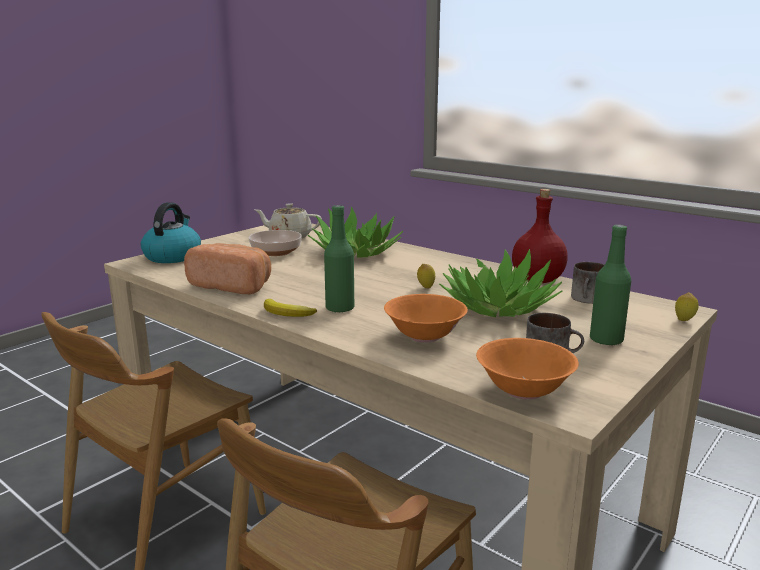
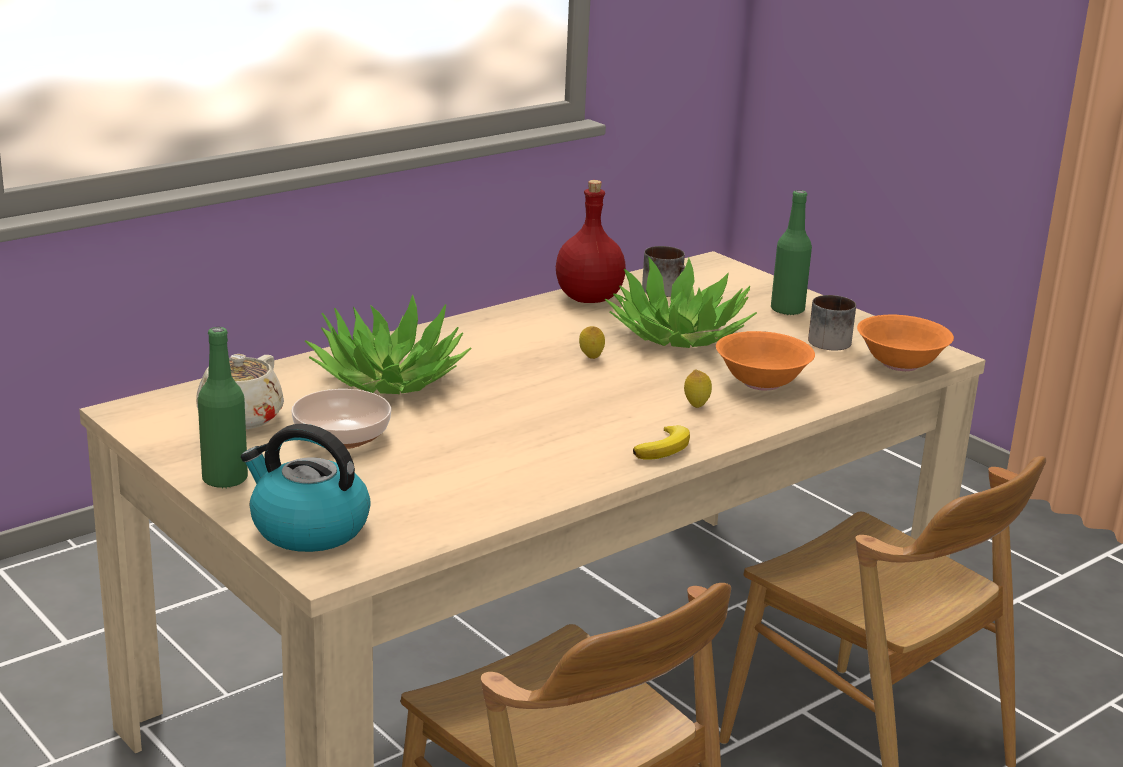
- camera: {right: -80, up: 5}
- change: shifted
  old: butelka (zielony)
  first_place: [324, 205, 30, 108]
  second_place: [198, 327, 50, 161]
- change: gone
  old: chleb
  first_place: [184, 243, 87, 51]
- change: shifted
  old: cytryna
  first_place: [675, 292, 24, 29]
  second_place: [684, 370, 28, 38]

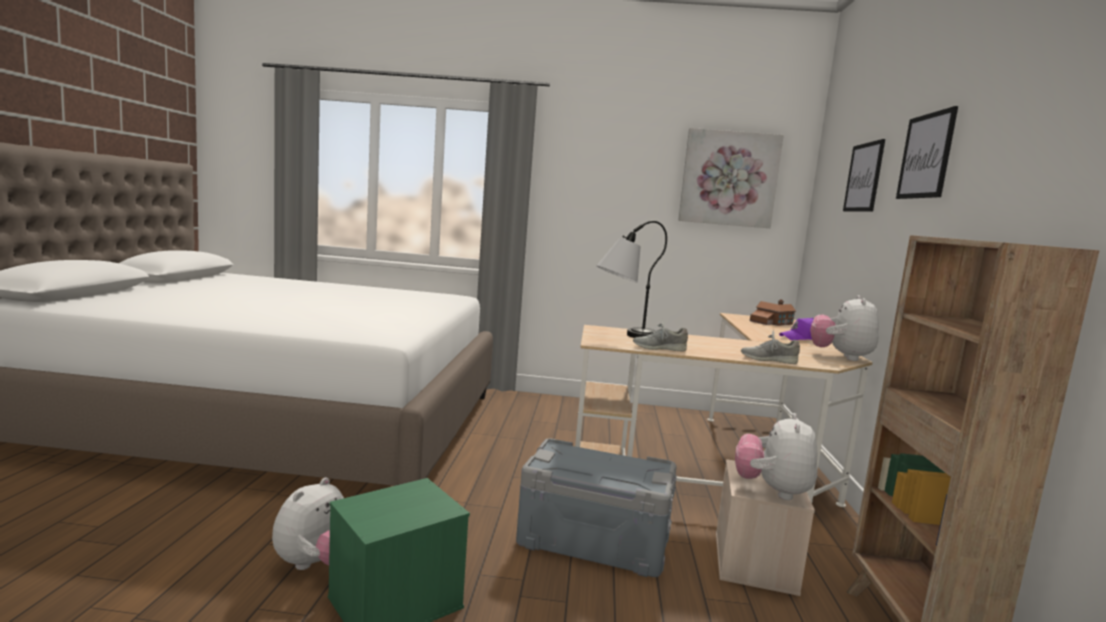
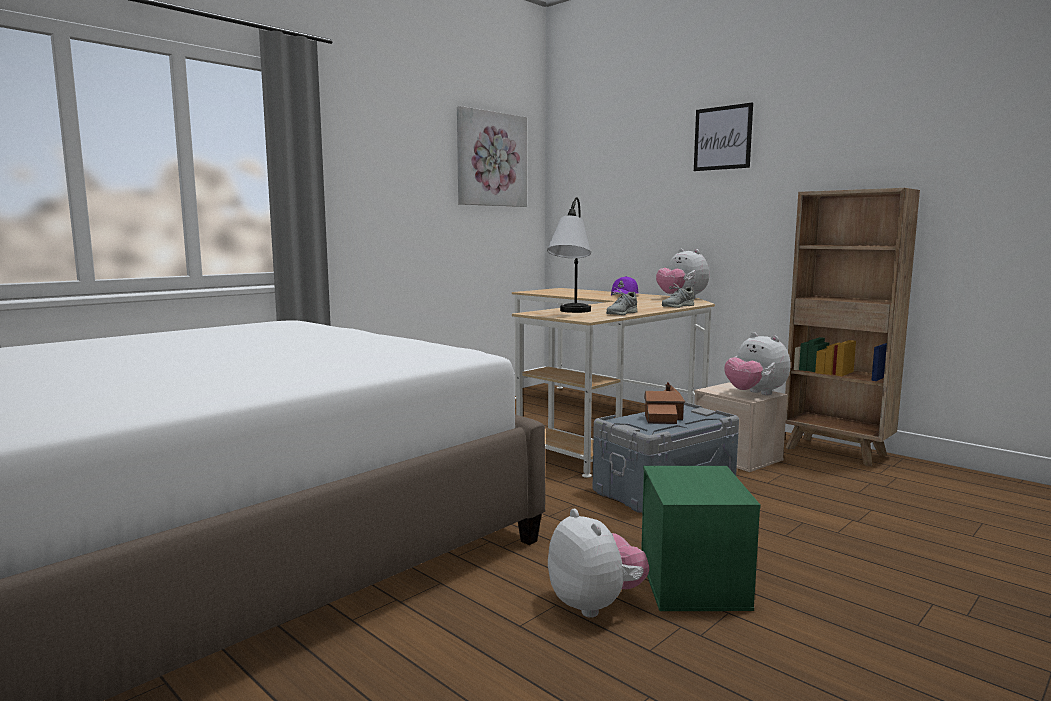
- camera: {right: -50, up: 0}
- change: gone
  old: obraz
  first_place: [843, 139, 42, 72]
- change: shifted
  old: domek
  first_place: [750, 299, 46, 27]
  second_place: [644, 382, 41, 42]

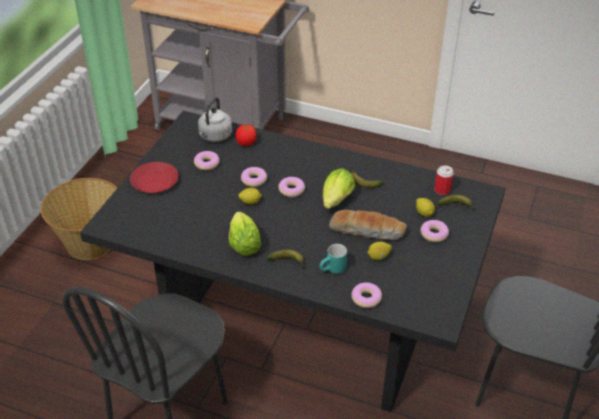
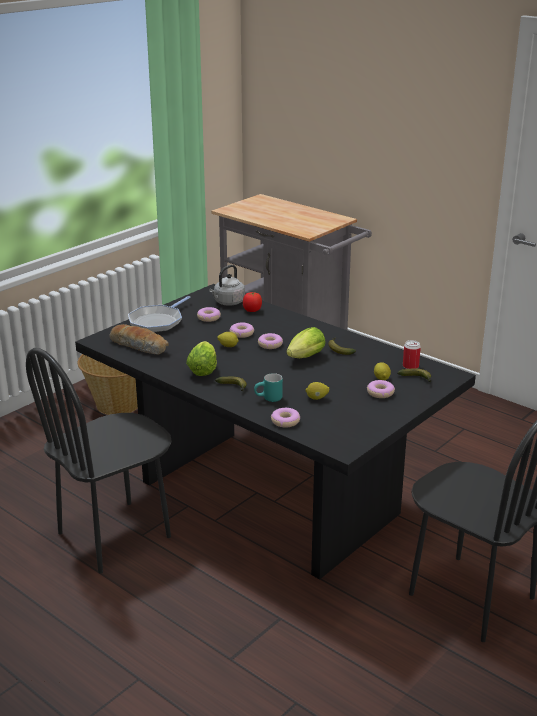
- camera: {right: 20, up: -15}
- change: swapped
  old: talerz (czerwony)
  new: patelnia
  first_place: [130, 162, 49, 31]
  second_place: [128, 296, 62, 36]
- change: shifted
  old: chleb
  first_place: [329, 210, 78, 30]
  second_place: [109, 324, 60, 30]

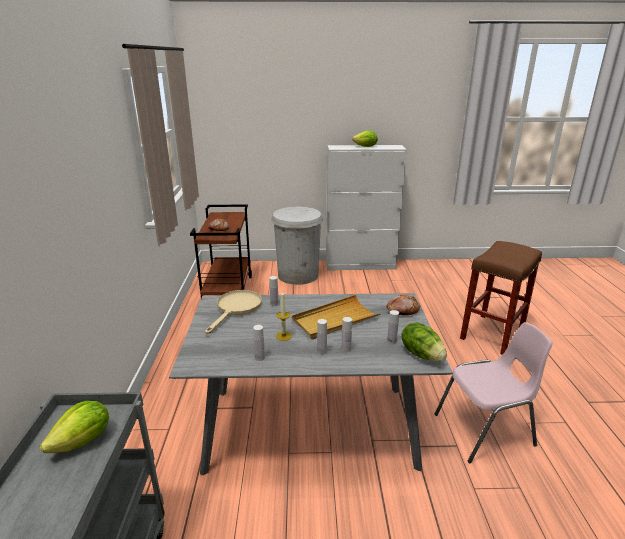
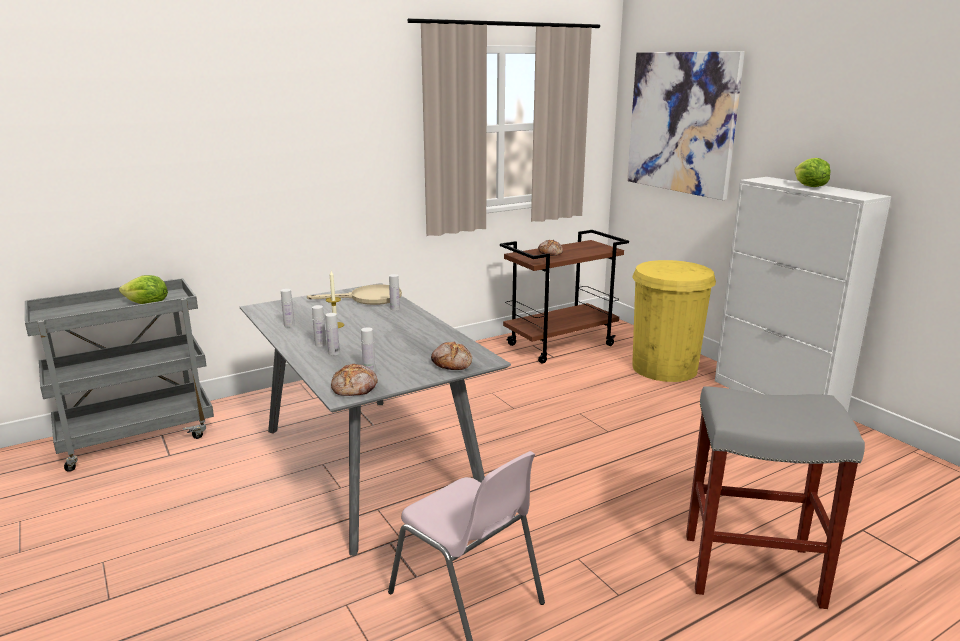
- camera: {right: 60, up: -5}
- change: repainted
  old: kosz na śmieci (biały)
  new: kosz na śmieci (żółty)
  first_place: [272, 207, 51, 78]
  second_place: [632, 260, 84, 122]
- change: repainted
  old: stołek (brązowy)
  new: stołek (szary)
  first_place: [460, 241, 82, 114]
  second_place: [686, 386, 179, 223]
- change: gone
  old: taca (beżowy)
  first_place: [292, 295, 89, 45]
- change: swapped
  old: sałata
  new: chleb
  first_place: [401, 322, 46, 40]
  second_place: [331, 364, 47, 32]
- change: new
  new: obraz
  second_place: [627, 51, 118, 149]

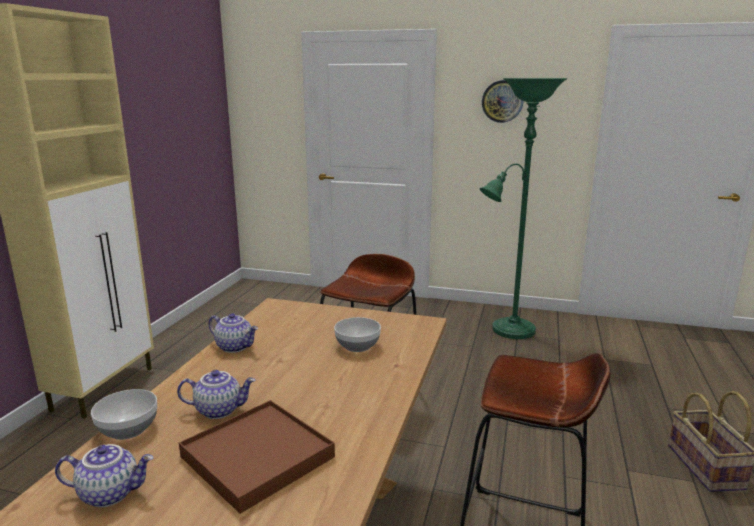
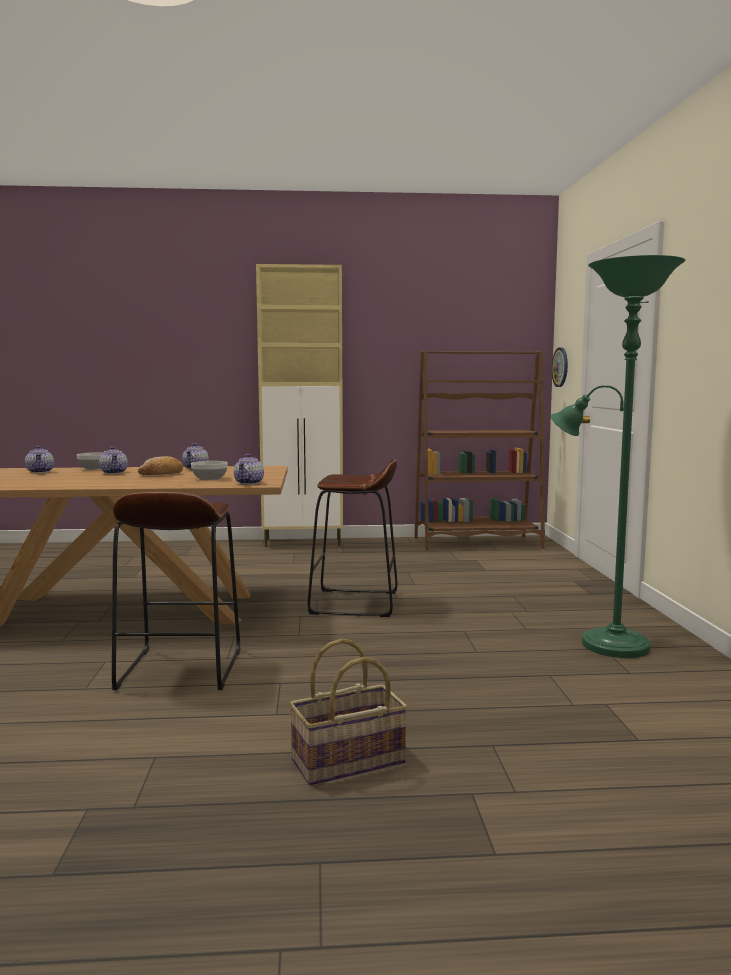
- camera: {right: 70, up: -10}
- change: shifted
  old: zegar ścienny
  first_place: [482, 80, 42, 43]
  second_place: [552, 347, 16, 40]
- change: gone
  old: taca (brązowy)
  first_place: [179, 400, 156, 114]
- change: new
  new: regał (brązowy)
  second_place: [414, 351, 131, 199]
- change: new
  new: imbryk
  second_place: [234, 454, 30, 31]
- change: new
  new: chleb
  second_place: [138, 456, 45, 19]

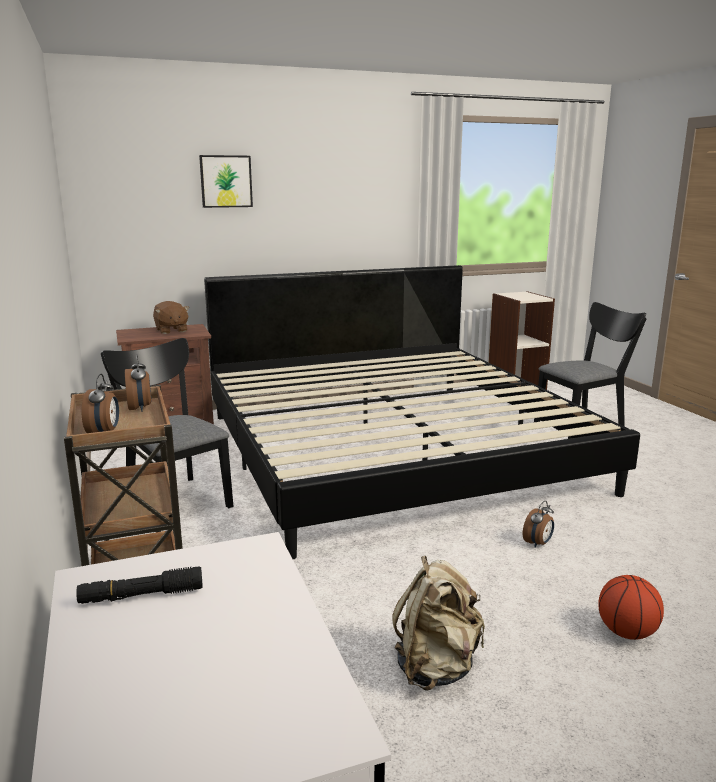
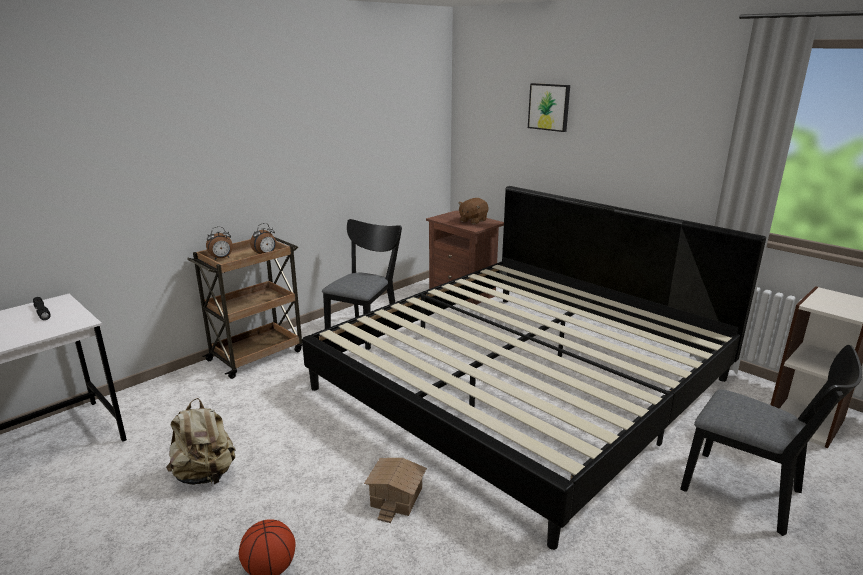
- camera: {right: 65, up: 5}
- change: swapped
  old: budzik
  new: domek
  first_place: [523, 501, 31, 47]
  second_place: [364, 458, 63, 65]

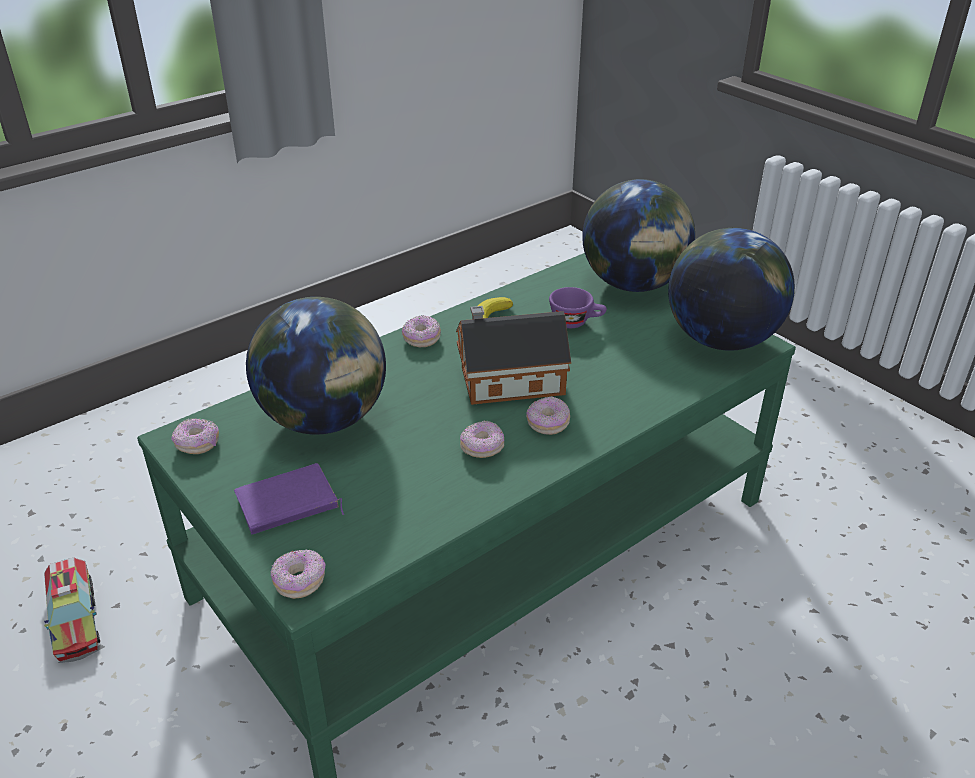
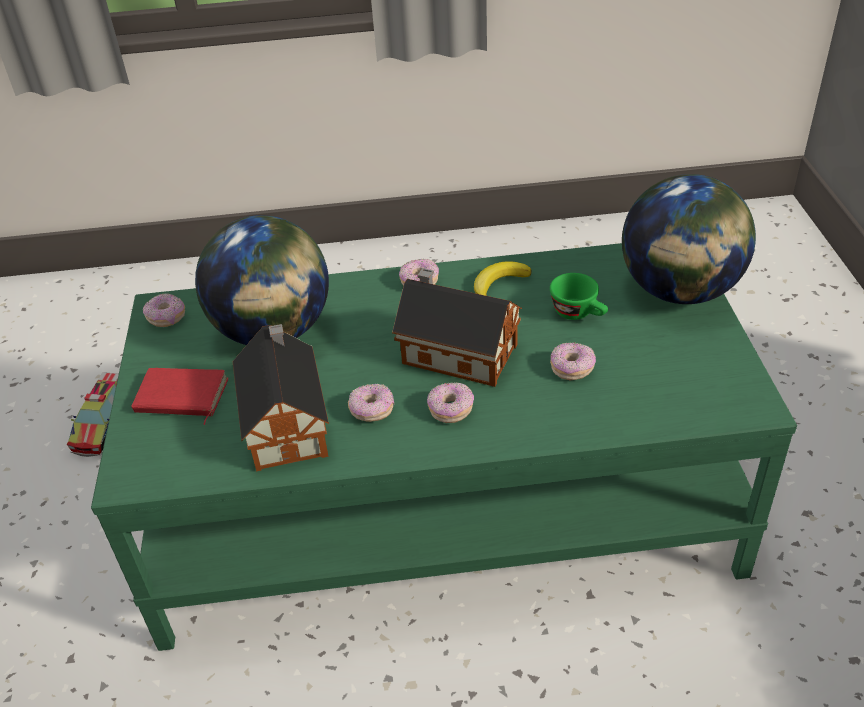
- camera: {right: 35, up: 5}
- change: gone
  old: globus
  first_place: [668, 228, 127, 123]
- change: repainted
  old: filiżanka (fioletowy)
  new: filiżanka (zielony)
  first_place: [549, 287, 58, 41]
  second_place: [550, 273, 58, 47]
- change: repainted
  old: książka (fioletowy)
  new: książka (czerwony)
  first_place: [234, 463, 110, 71]
  second_place: [132, 368, 96, 57]
- change: shifted
  old: donut
  first_place: [271, 549, 54, 50]
  second_place: [550, 342, 46, 38]
- change: new
  new: domek
  second_place: [233, 324, 96, 147]

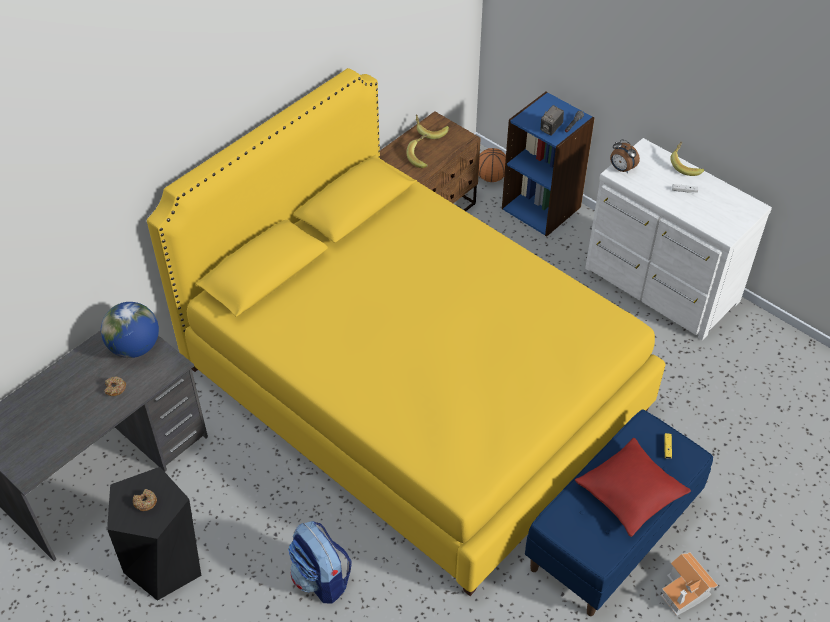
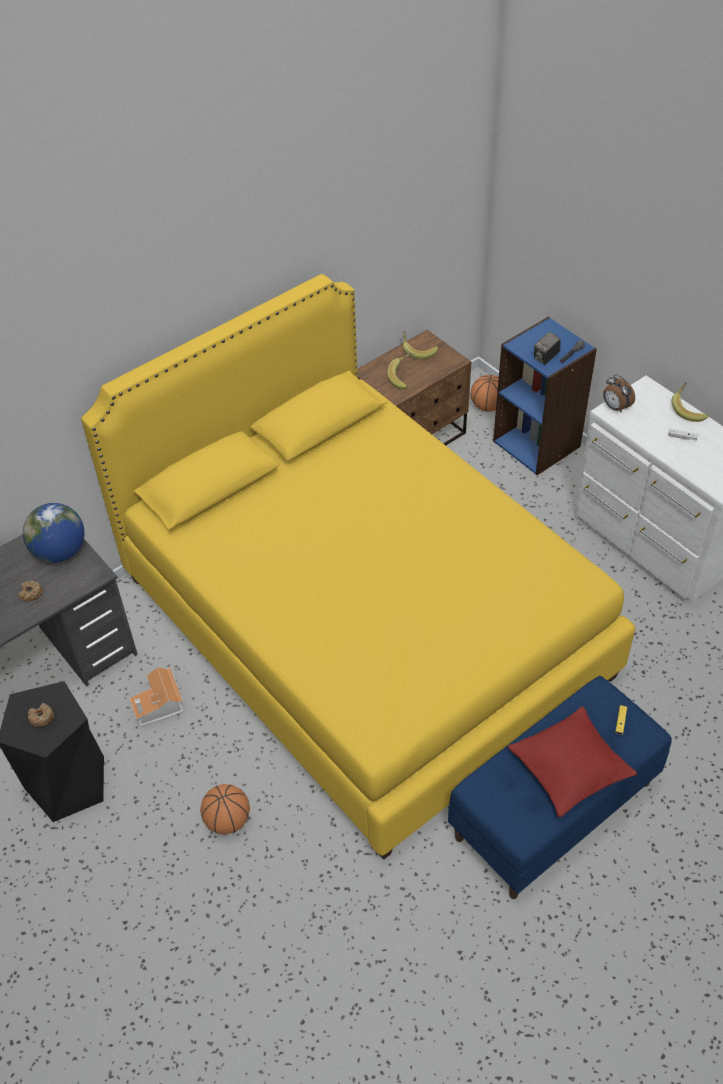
- camera: {right: 10, up: 0}
- change: swapped
  old: plecak
  new: piłka do koszykówki
  first_place: [288, 521, 64, 83]
  second_place: [200, 784, 50, 50]
- change: shifted
  old: domek
  first_place: [660, 552, 58, 64]
  second_place: [129, 667, 54, 60]

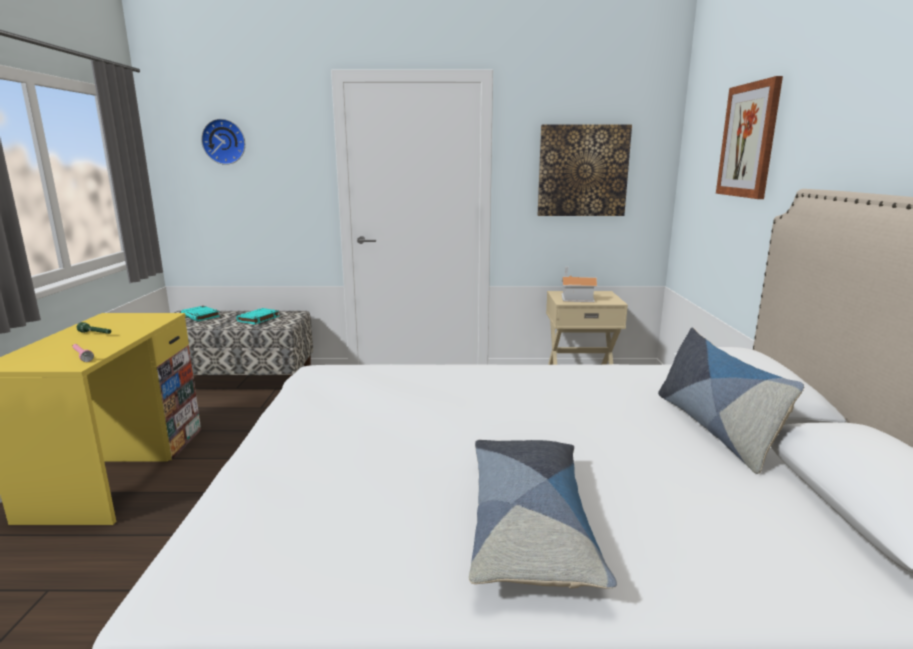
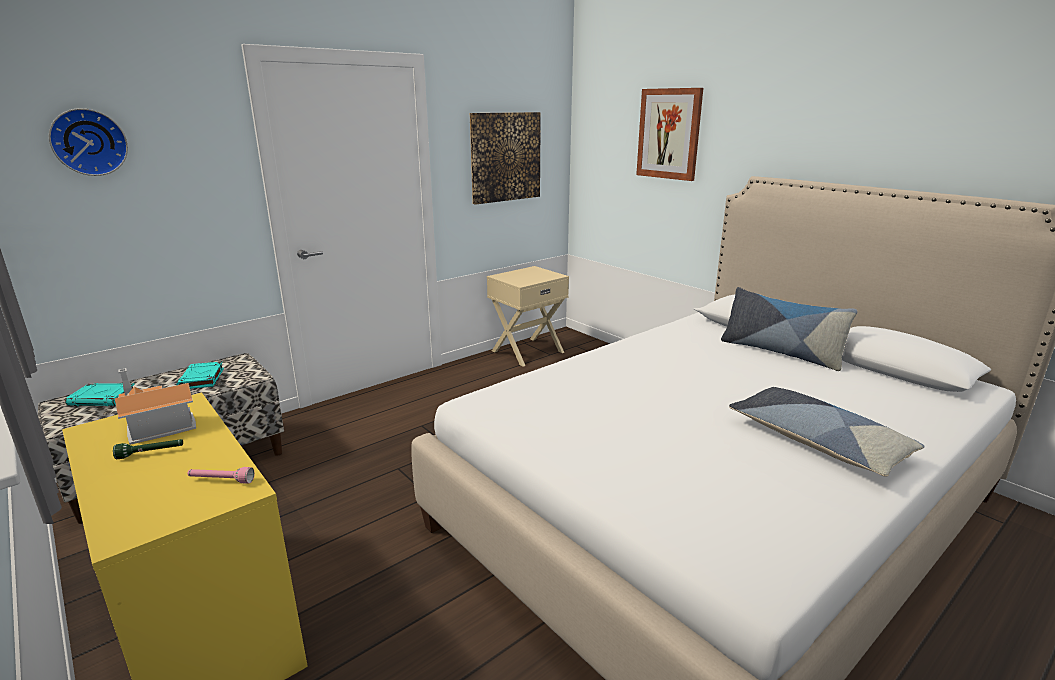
- camera: {right: -40, up: 5}
- change: shifted
  old: domek
  first_place: [561, 267, 36, 35]
  second_place: [115, 368, 81, 77]

